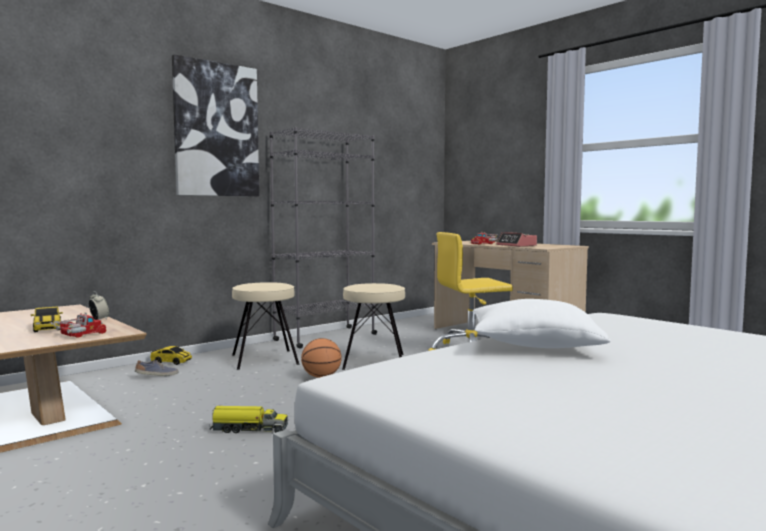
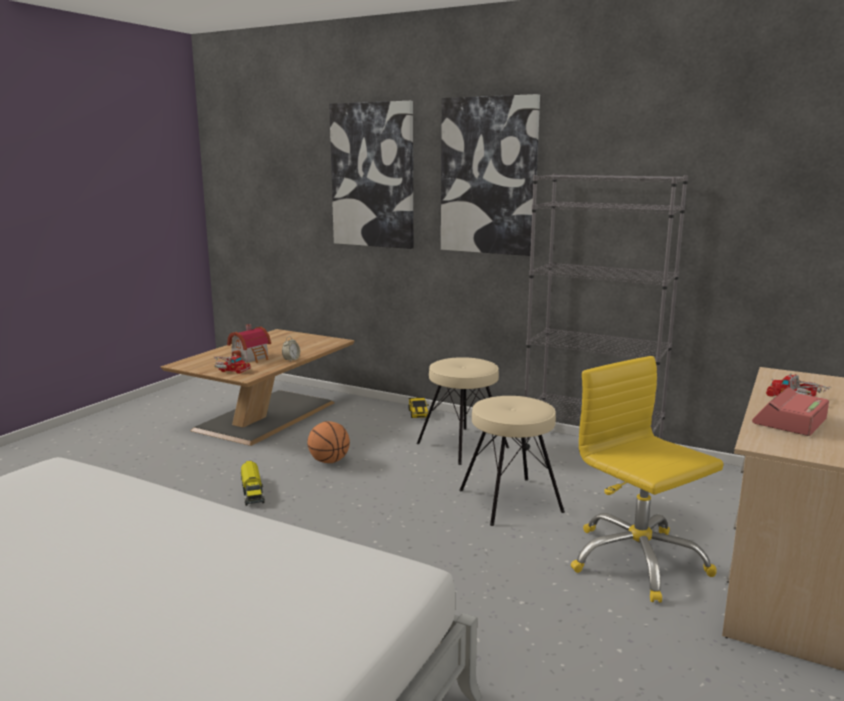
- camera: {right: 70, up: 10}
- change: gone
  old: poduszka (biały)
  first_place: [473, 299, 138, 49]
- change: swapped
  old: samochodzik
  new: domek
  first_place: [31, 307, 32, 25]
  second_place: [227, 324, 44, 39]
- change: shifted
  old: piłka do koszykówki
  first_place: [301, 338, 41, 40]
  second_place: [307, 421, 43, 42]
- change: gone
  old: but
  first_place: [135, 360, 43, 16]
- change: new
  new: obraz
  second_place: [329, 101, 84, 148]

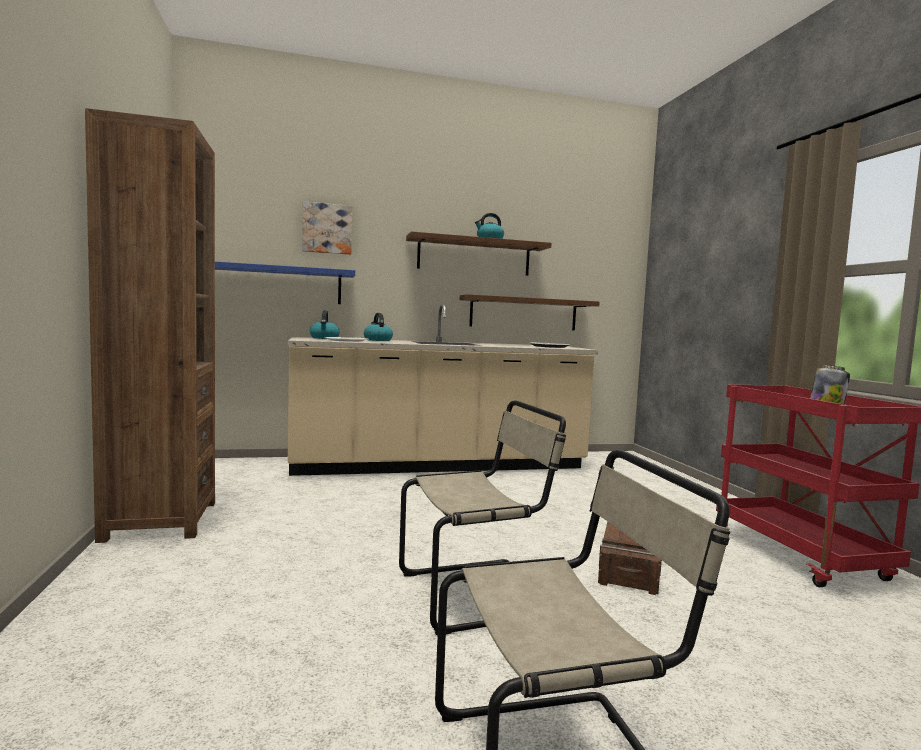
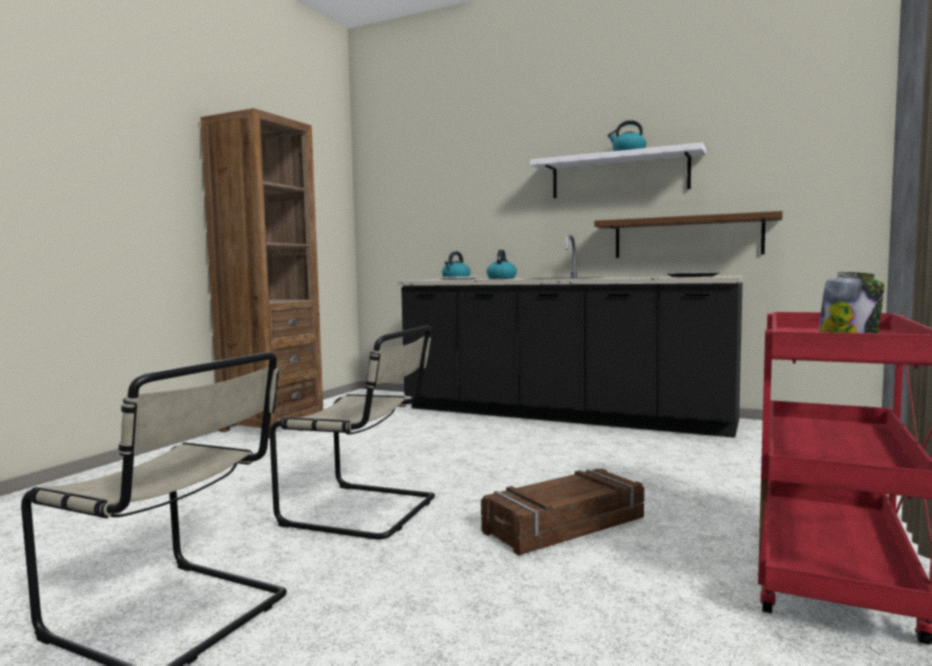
- camera: {right: 40, up: 0}
- change: gone
  old: obraz
  first_place: [302, 201, 50, 54]
- change: repainted
  old: półka (brązowy)
  new: półka (biały)
  first_place: [406, 231, 145, 45]
  second_place: [530, 143, 176, 55]
- change: gone
  old: półka (niebieski)
  first_place: [215, 261, 140, 43]
- change: repainted
  old: zabudowa kuchenna (beżowy)
  new: zabudowa kuchenna (czarny)
  first_place: [288, 304, 310, 172]
  second_place: [397, 235, 347, 203]

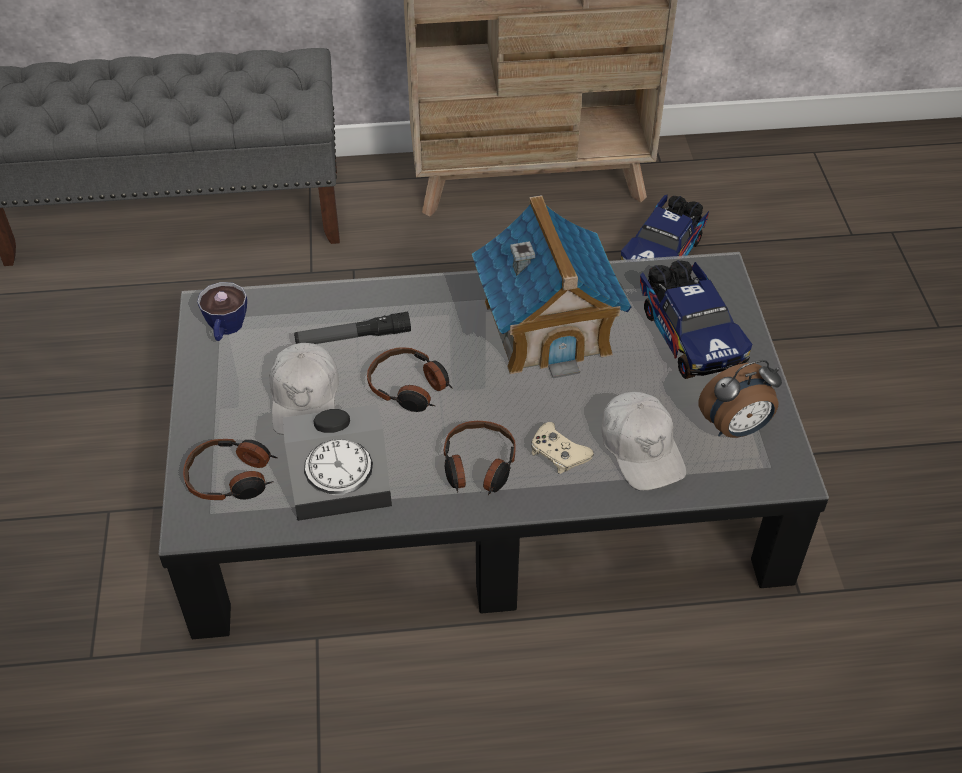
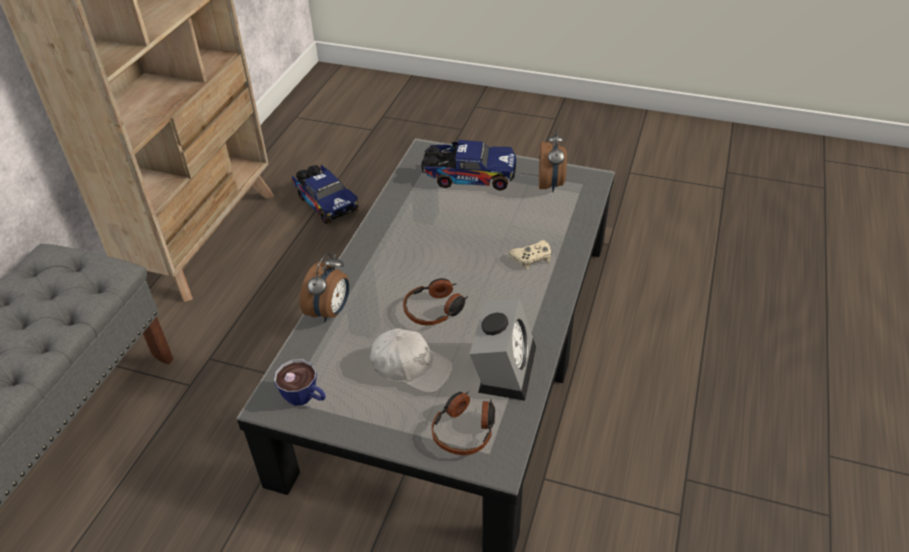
- camera: {right: -65, up: -5}
- change: gone
  old: domek
  first_place: [472, 195, 160, 183]
- change: gone
  old: latarka
  first_place: [294, 312, 117, 32]
- change: gone
  old: czapka z daszkiem (biały)
  first_place: [602, 392, 84, 99]
- change: gone
  old: słuchawki
  first_place: [444, 421, 72, 74]
- change: new
  new: budzik
  second_place: [300, 253, 49, 69]

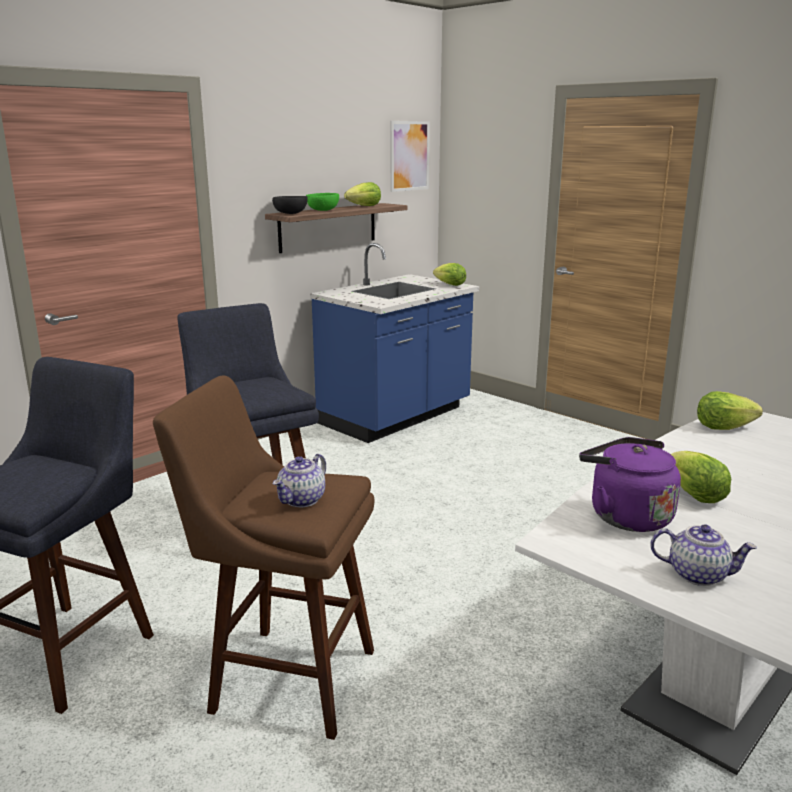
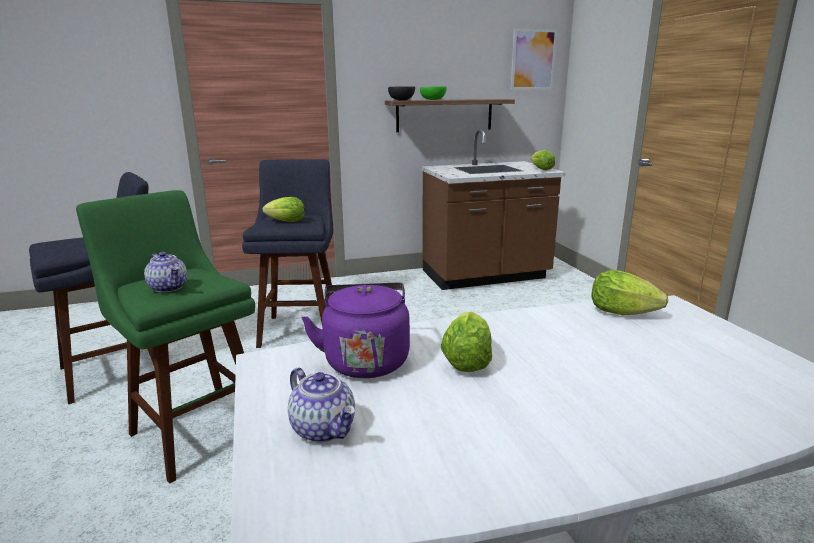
- camera: {right: 30, up: 0}
- change: shifted
  old: sałata
  first_place: [344, 182, 37, 24]
  second_place: [262, 197, 43, 25]
- change: repainted
  old: zabudowa kuchenna (niebieski)
  new: zabudowa kuchenna (brązowy)
  first_place: [310, 243, 169, 200]
  second_place: [422, 130, 144, 160]
- change: repainted
  old: stołek (brązowy)
  new: stołek (zielony)
  first_place: [153, 375, 221, 365]
  second_place: [76, 190, 179, 294]
- change: rotated
  old: imbryk
  first_place: [273, 454, 53, 53]
  second_place: [144, 252, 43, 41]
  degrees: -105

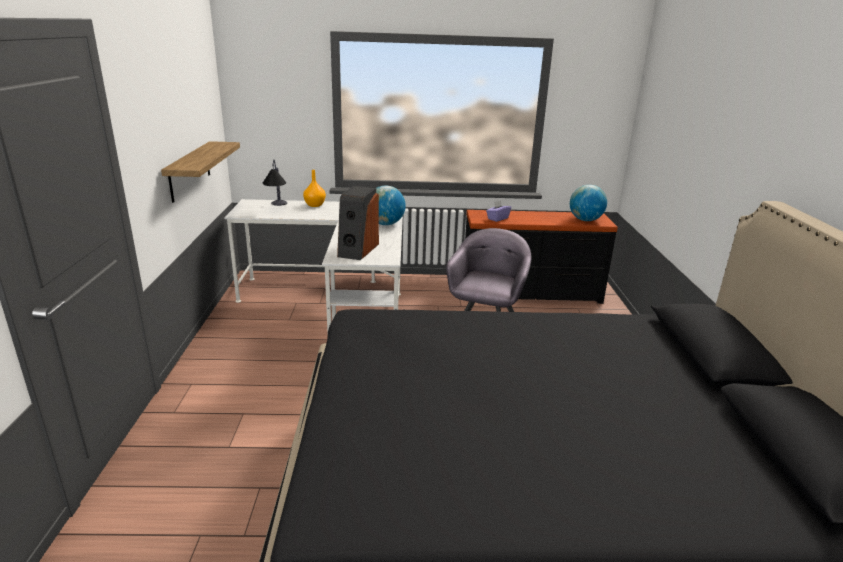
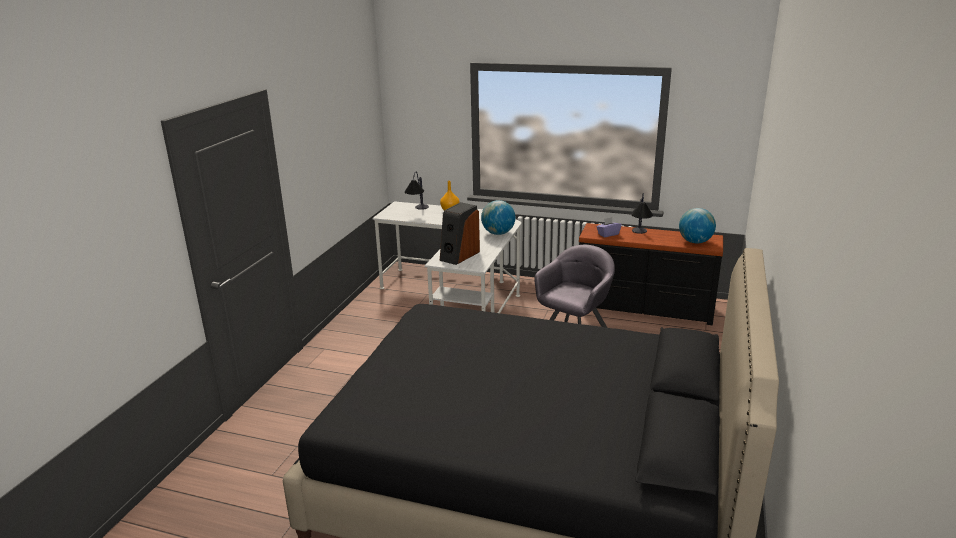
- camera: {right: 20, up: 0}
- change: gone
  old: półka
  first_place: [161, 141, 79, 62]
- change: new
  new: lampa stołowa
  second_place: [631, 193, 22, 41]

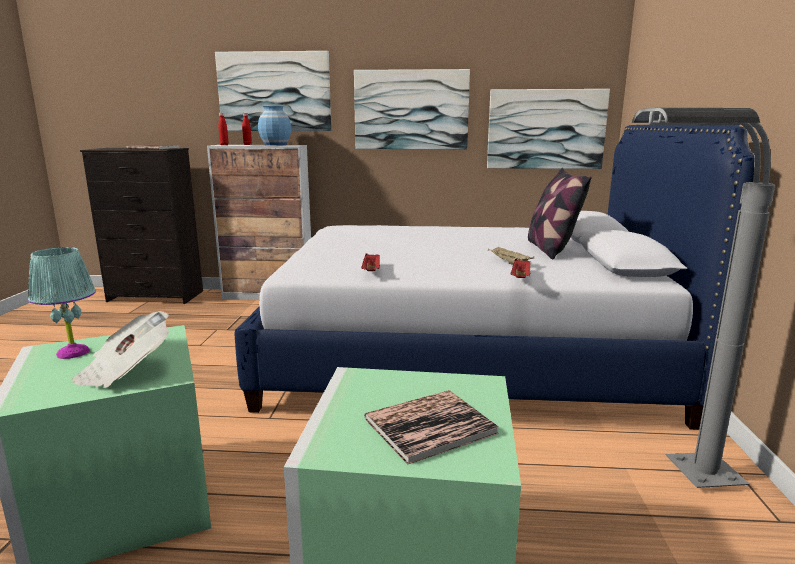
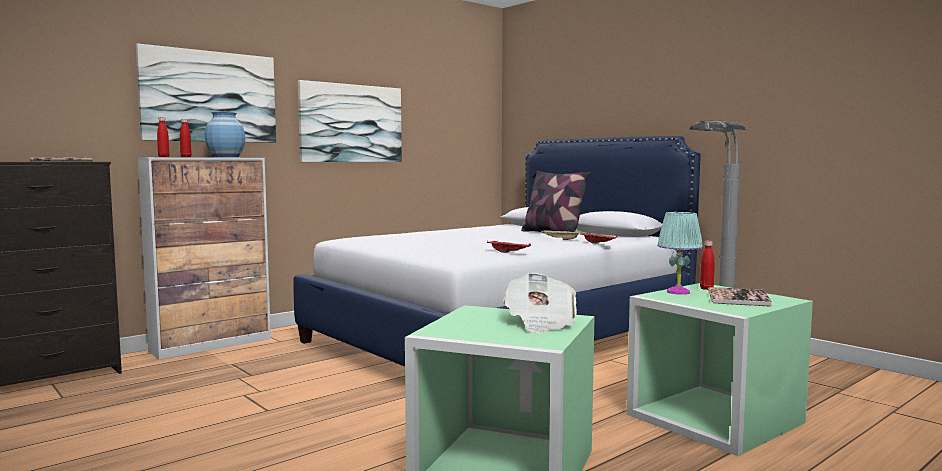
- camera: {right: -45, up: -10}
- change: gone
  old: obraz
  first_place: [487, 89, 123, 80]
- change: shifted
  old: lampa stołowa (turkusowy)
  first_place: [28, 247, 68, 112]
  second_place: [657, 212, 46, 83]
- change: new
  new: butelka (czerwony)
  second_place: [700, 241, 15, 49]

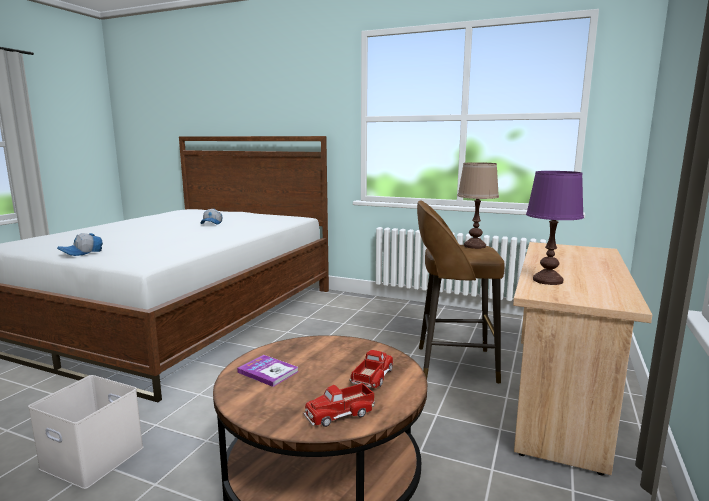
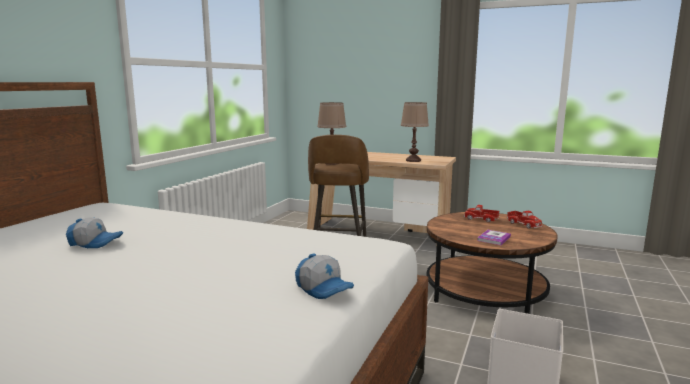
- camera: {right: -90, up: 0}
- change: repainted
  old: lampa stołowa (fioletowy)
  new: lampa stołowa (brązowy)
  first_place: [526, 171, 58, 114]
  second_place: [401, 102, 28, 60]

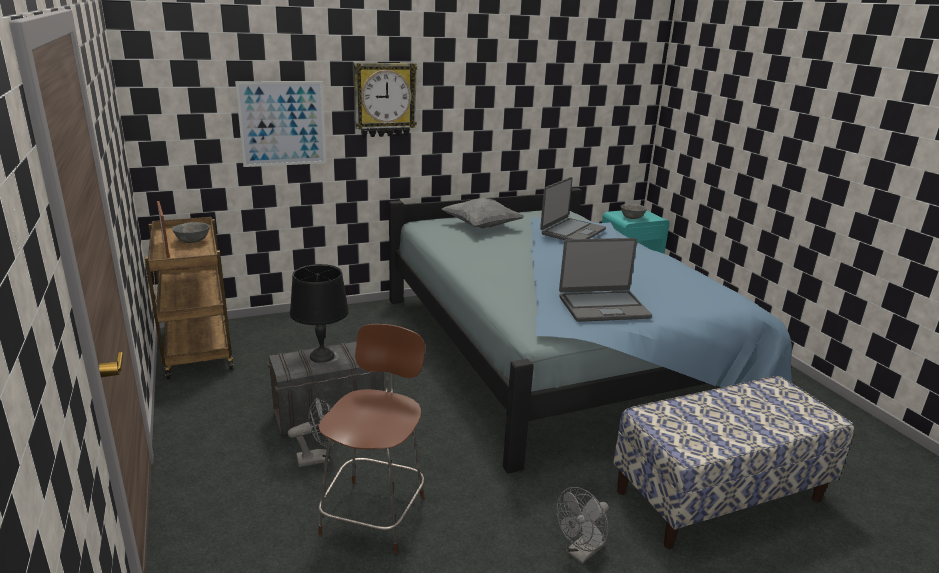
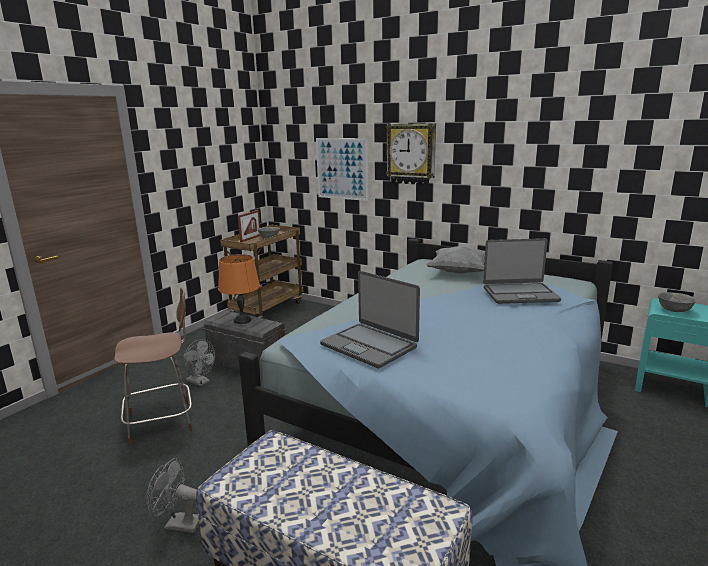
- camera: {right: 55, up: -5}
- change: repainted
  old: lampa stołowa (czarny)
  new: lampa stołowa (pomarańczowy)
  first_place: [290, 264, 59, 99]
  second_place: [218, 254, 42, 70]

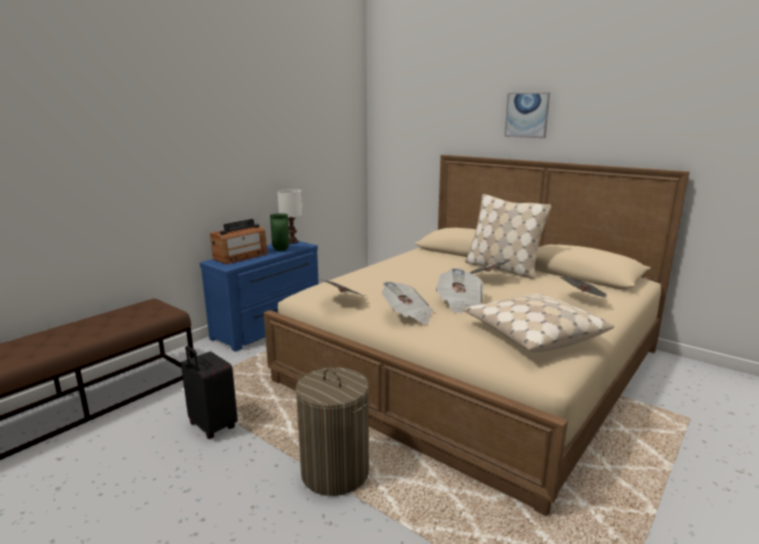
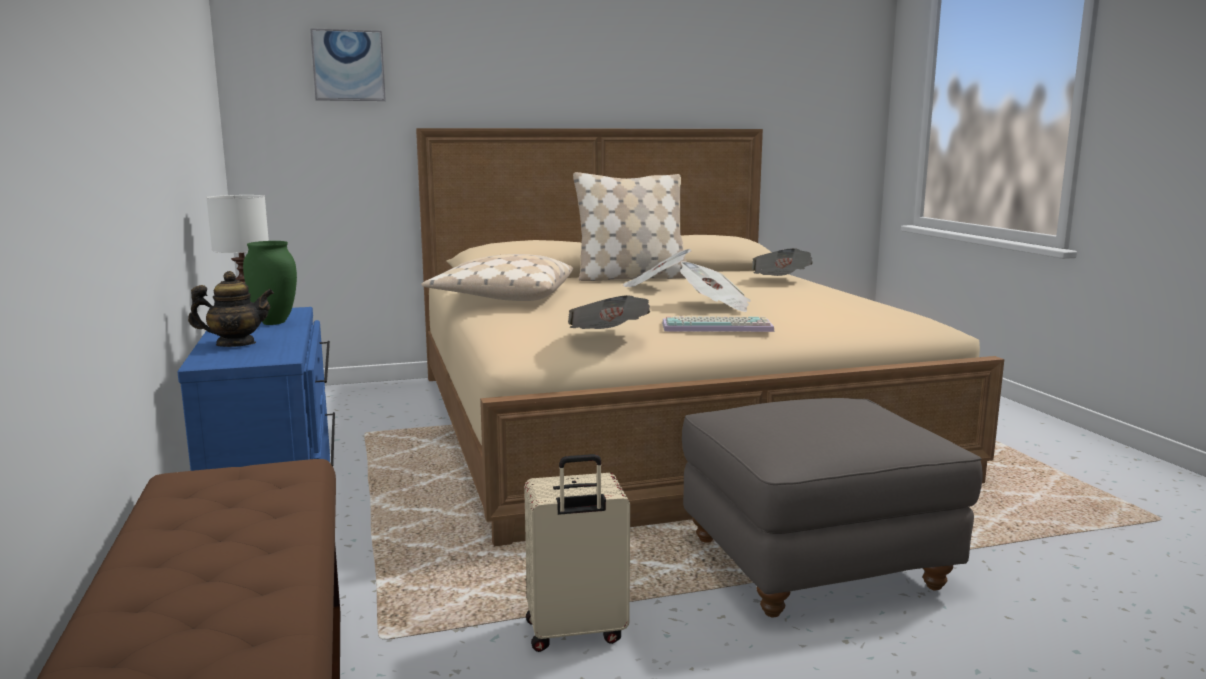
- camera: {right: -55, up: -5}
- change: shifted
  old: obraz
  first_place: [505, 92, 45, 46]
  second_place: [310, 28, 76, 73]
- change: swapped
  old: radio
  new: imbryk
  first_place: [210, 219, 57, 45]
  second_place: [188, 271, 86, 76]
- change: swapped
  old: gazeta
  new: klawiatura
  first_place: [382, 281, 51, 43]
  second_place: [662, 316, 112, 16]
- change: shifted
  old: poduszka (beżowy)
  first_place: [463, 293, 151, 59]
  second_place: [421, 254, 152, 47]
- change: repainted
  old: walizka (czarny)
  new: walizka (beżowy)
  first_place: [181, 346, 57, 93]
  second_place: [524, 454, 106, 198]
- change: swapped
  old: kosz na pranie
  new: pufa (szary)
  first_place: [295, 367, 76, 129]
  second_place: [682, 398, 301, 220]

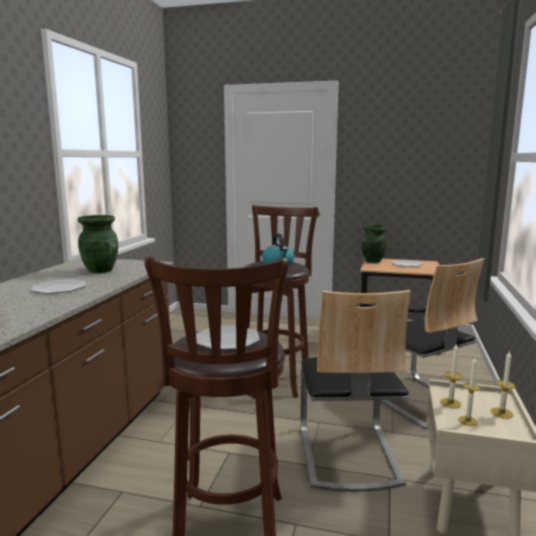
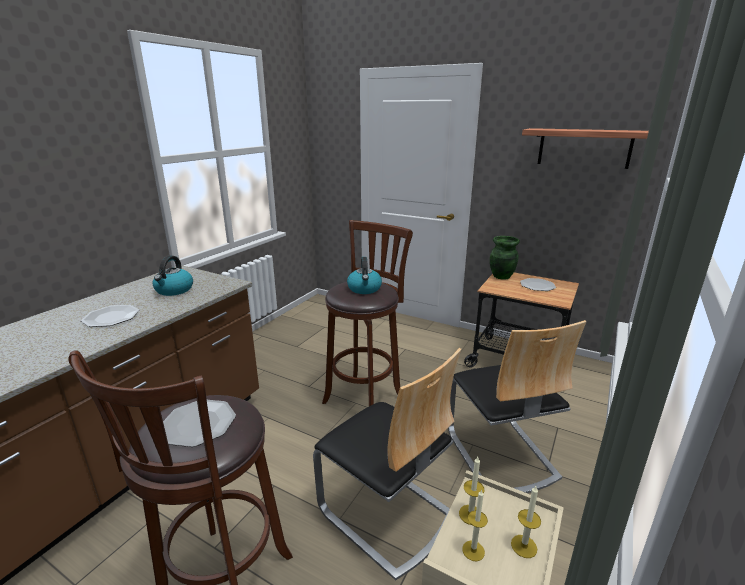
- camera: {right: 15, up: 10}
- change: swapped
  old: wazon (zielony)
  new: czajnik
  first_place: [78, 215, 40, 58]
  second_place: [153, 256, 40, 40]
- change: rotated
  old: krzesło
  first_place: [300, 290, 110, 202]
  second_place: [313, 348, 148, 232]
  degrees: -60
- change: new
  new: półka
  second_place: [522, 128, 127, 41]

